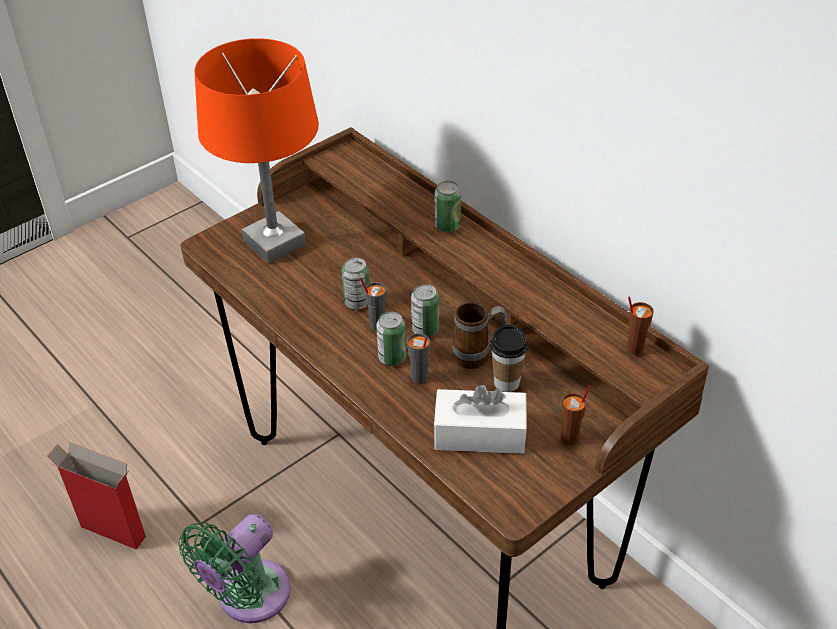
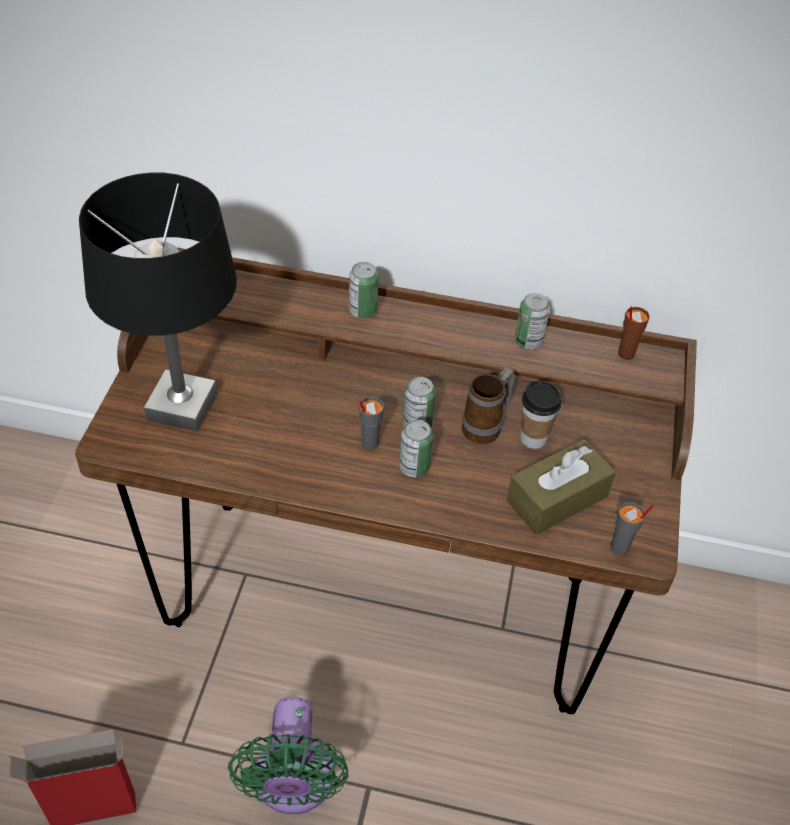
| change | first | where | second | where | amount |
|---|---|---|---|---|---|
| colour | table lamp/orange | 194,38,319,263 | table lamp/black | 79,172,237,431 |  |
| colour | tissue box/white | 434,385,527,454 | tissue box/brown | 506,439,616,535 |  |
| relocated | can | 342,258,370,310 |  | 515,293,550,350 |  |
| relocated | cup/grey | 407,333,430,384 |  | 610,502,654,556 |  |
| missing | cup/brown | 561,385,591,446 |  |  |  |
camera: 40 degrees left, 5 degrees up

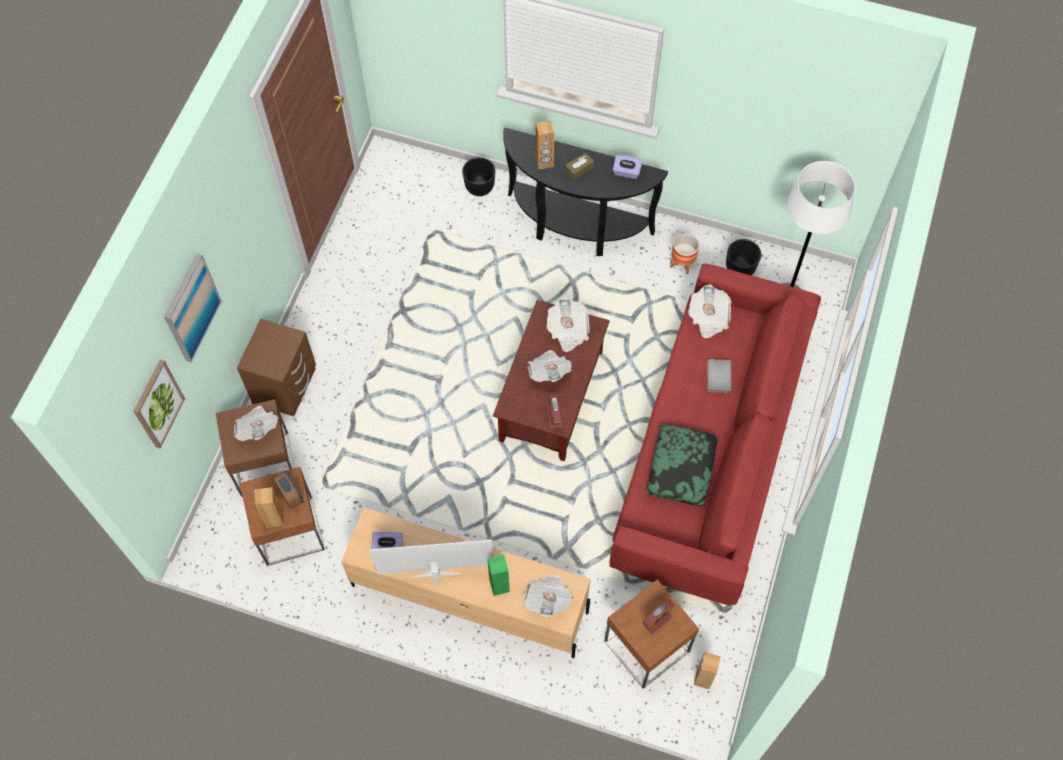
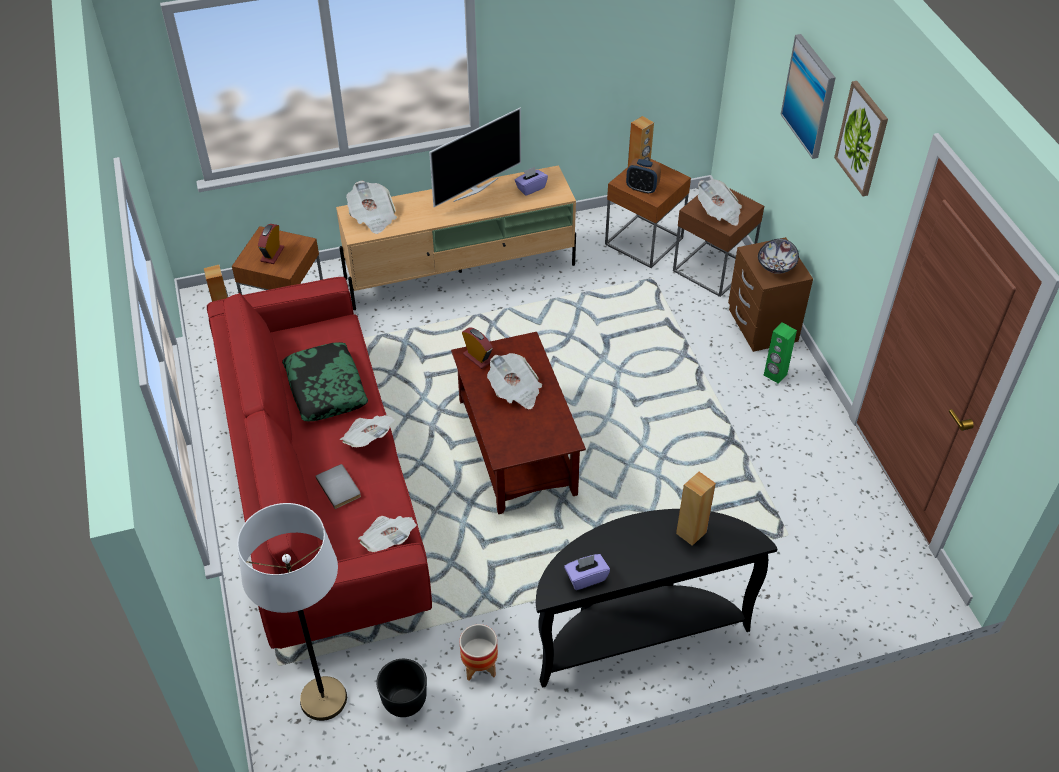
| change | first | where | second | where | amount |
|---|---|---|---|---|---|
| relocated | newspaper | 546,297,590,352 |  | 340,415,395,447 |  |
| appeared |  |  | bowl | 758,239,799,274 |  |
| relocated | speaker/green | 487,554,510,596 |  | 764,322,797,384 |  |
| relocated | picture | 133,359,185,448 |  | 834,81,888,197 |  |
| missing | planter/black | 462,157,495,196 |  |  |  |
| missing | tissue box/brown | 565,152,594,180 |  |  |  |
camera: 145 degrees right, 15 degrees down

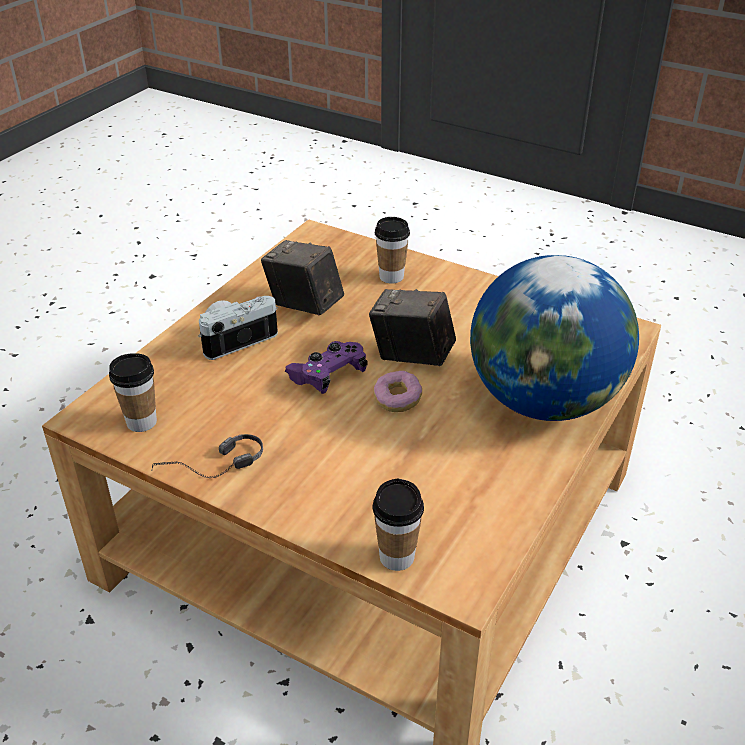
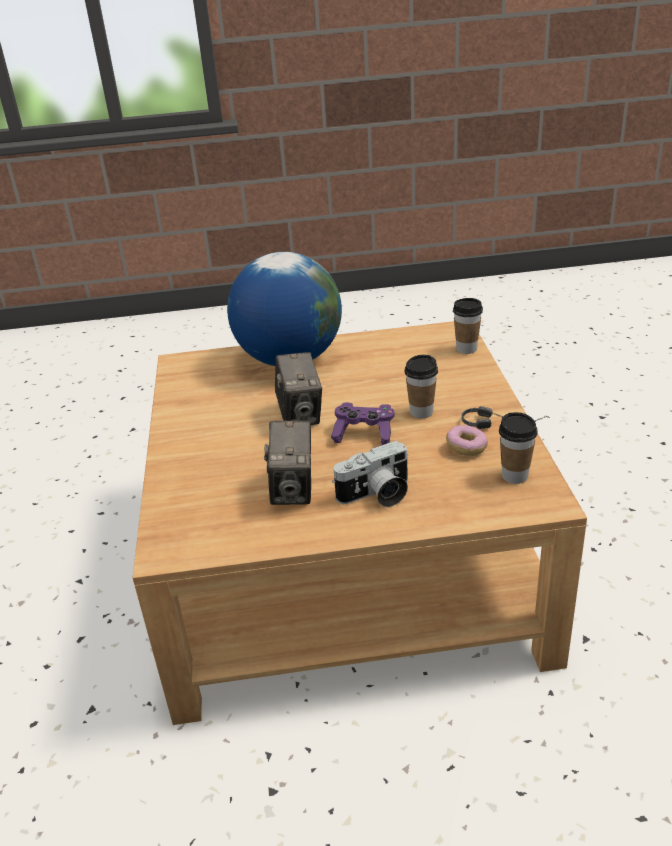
| change | first | where | second | where | amount |
|---|---|---|---|---|---|
| spun | photo camera | 198,296,278,360 |  | 332,441,408,507 | 45 degrees counterclockwise |
| relocated | cup | 375,217,410,284 |  | 404,355,438,419 |  |
| relocated | donut | 374,371,422,412 |  | 446,425,488,456 |  |
camera: 125 degrees left, 5 degrees down

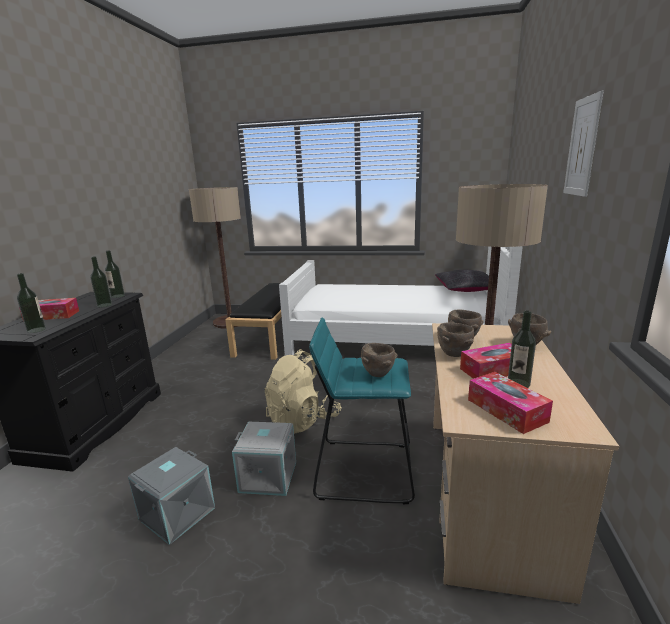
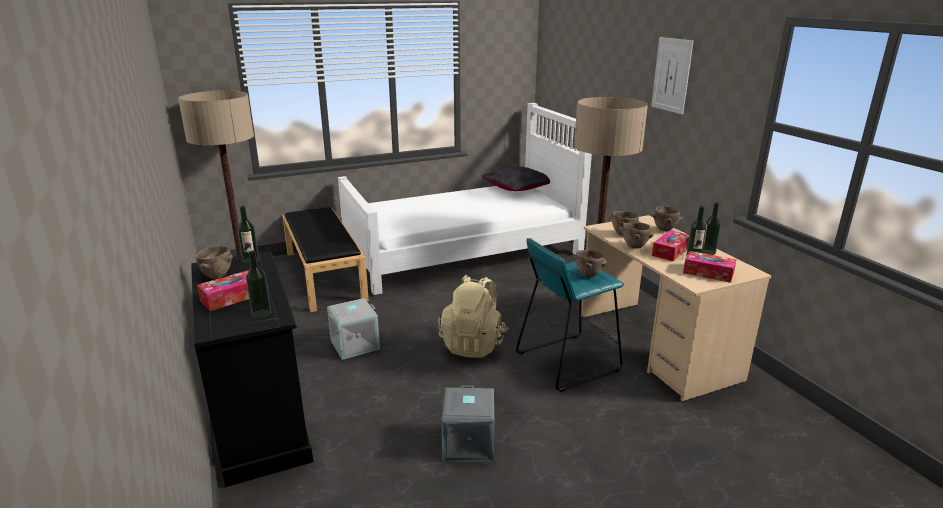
| change | first | where | second | where | amount |
|---|---|---|---|---|---|
| appeared |  |  | bowl/brown | 196,246,233,279 |  |
| relocated | storage box/grey | 232,422,296,496 |  | 327,298,380,360 |  |
| relocated | bottle | 90,256,112,307 |  | 702,203,721,255 |  |
camera: 35 degrees left, 5 degrees up

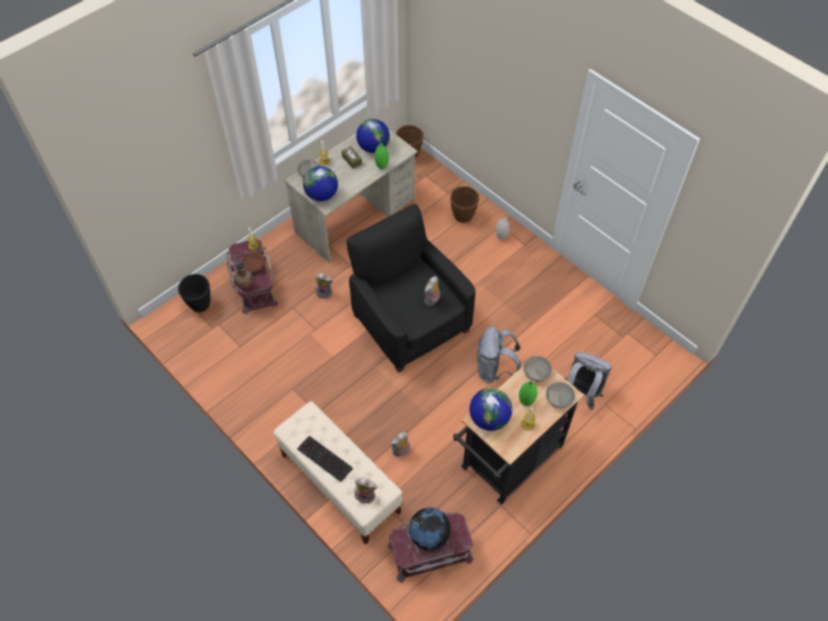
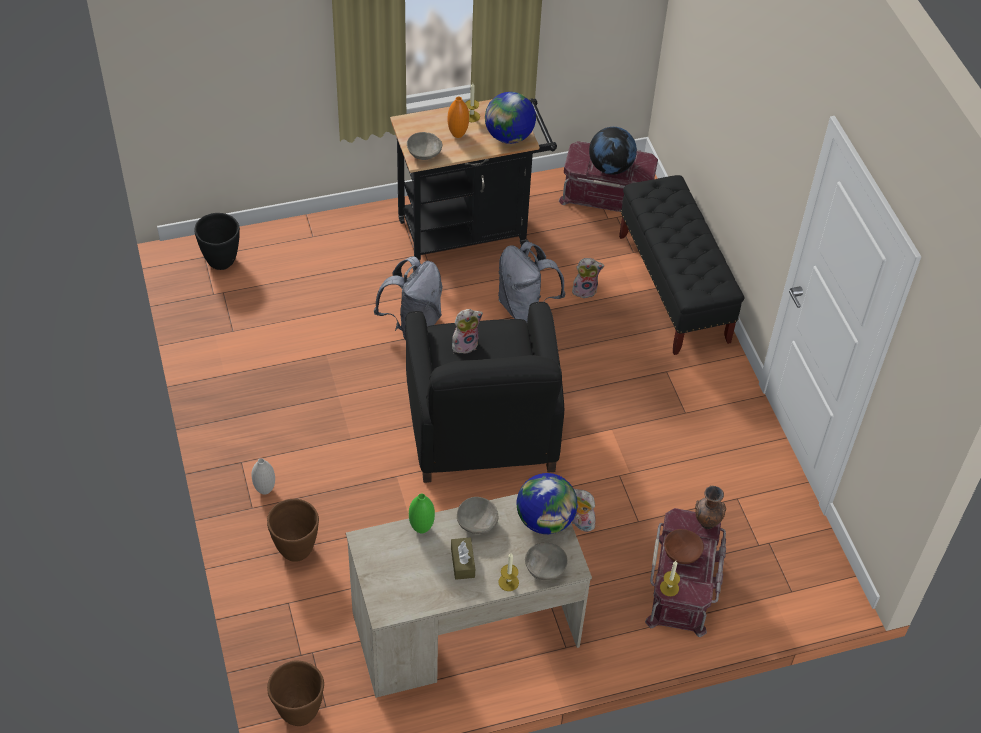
| change | first | where | second | where | amount |
|---|---|---|---|---|---|
| relocated | planter/black | 178,274,210,312 |  | 195,213,240,270 |  |
| colour | vase/green | 519,381,537,406 | vase/orange | 448,97,469,138 |  |
| relocated | bowl/grey | 546,382,575,408 |  | 457,497,499,534 |  |
| relocated | backpack/grey | 565,352,612,410 |  | 498,242,566,322 |  |
| colour | bench/beige | 273,401,402,545 | bench/black | 619,175,744,355 |  |
| missing | keyboard | 297,436,353,482 |  |  |  |
| missing | plush toy | 354,477,378,504 |  |  |  |
| missing | globe | 356,119,390,153 |  |  |  |
camera: 155 degrees left, 5 degrees down

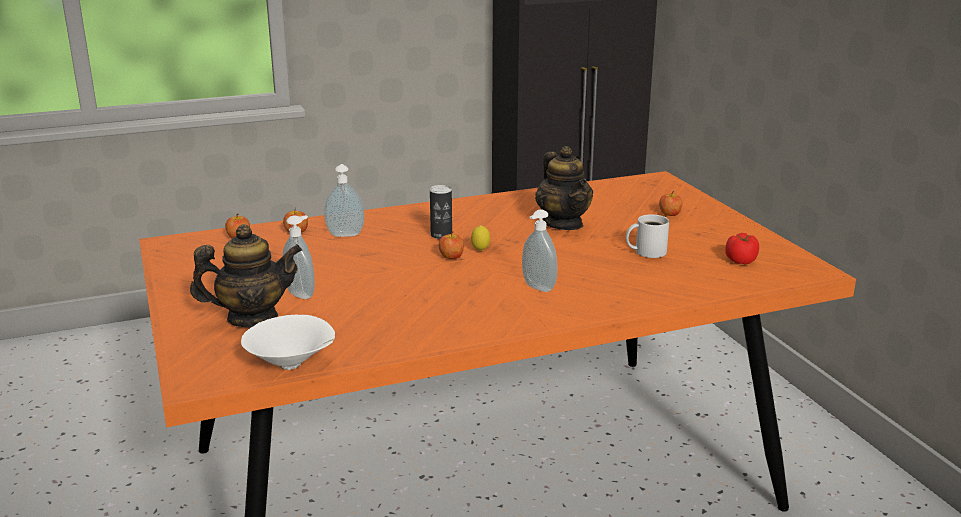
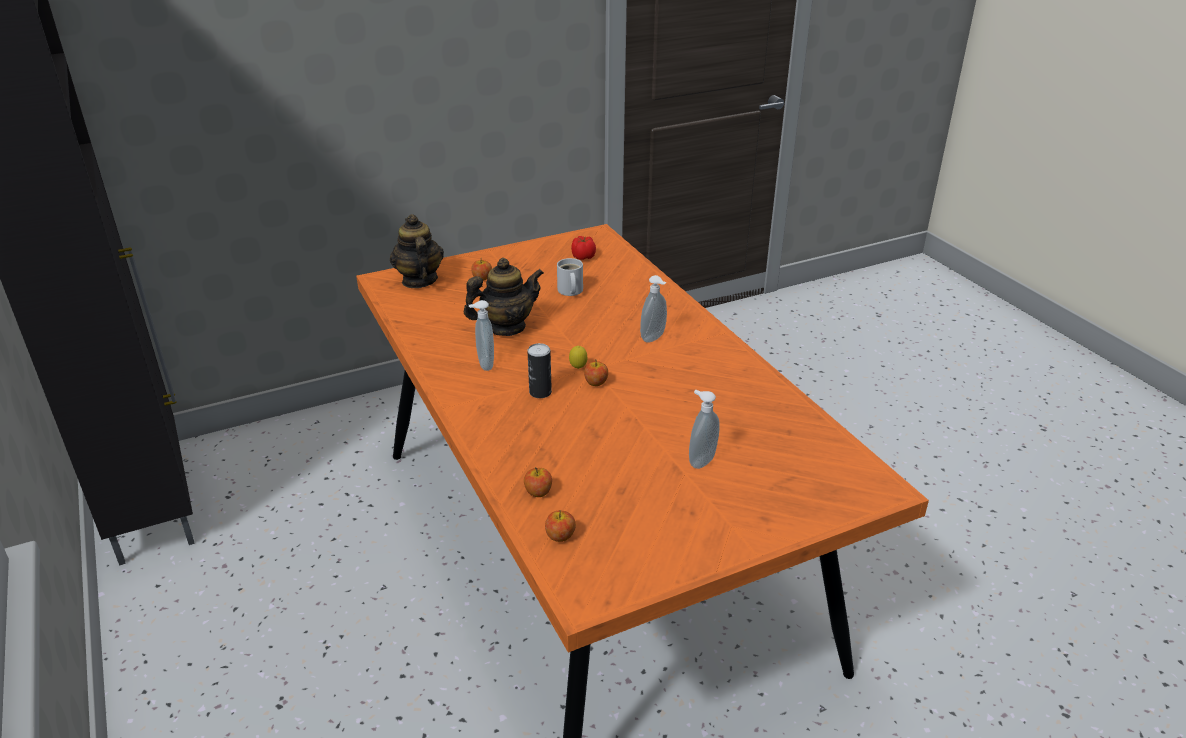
| change | first | where | second | where | amount |
|---|---|---|---|---|---|
| relocated | teapot | 190,224,302,327 |  | 390,214,444,288 |  |
| relocated | soap dispenser | 324,164,365,237 |  | 469,300,494,371 |  |
| missing | bowl/white | 241,315,335,370 |  |  |  |
camera: 95 degrees left, 10 degrees up

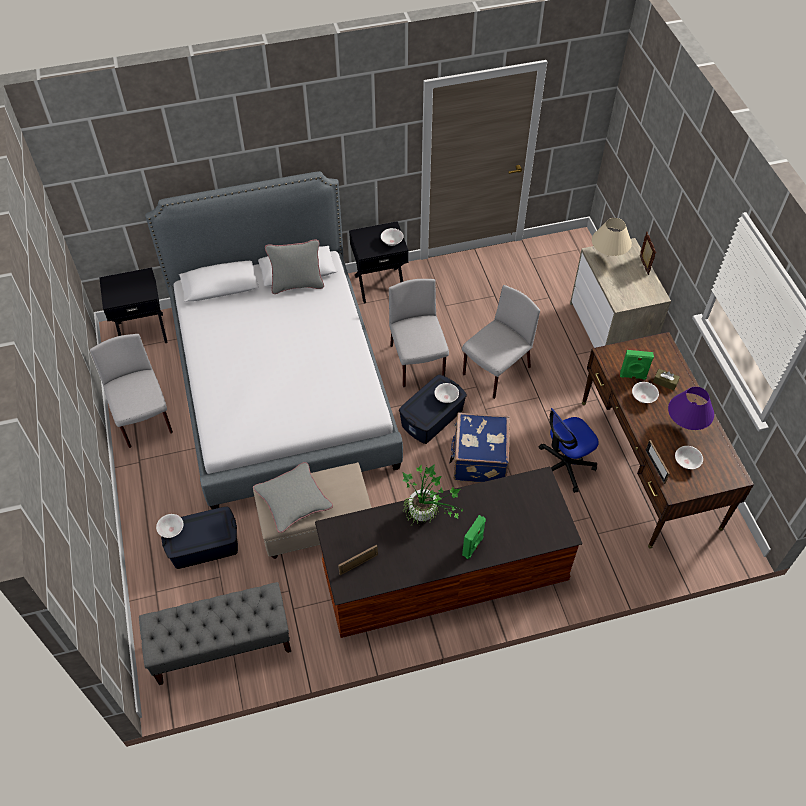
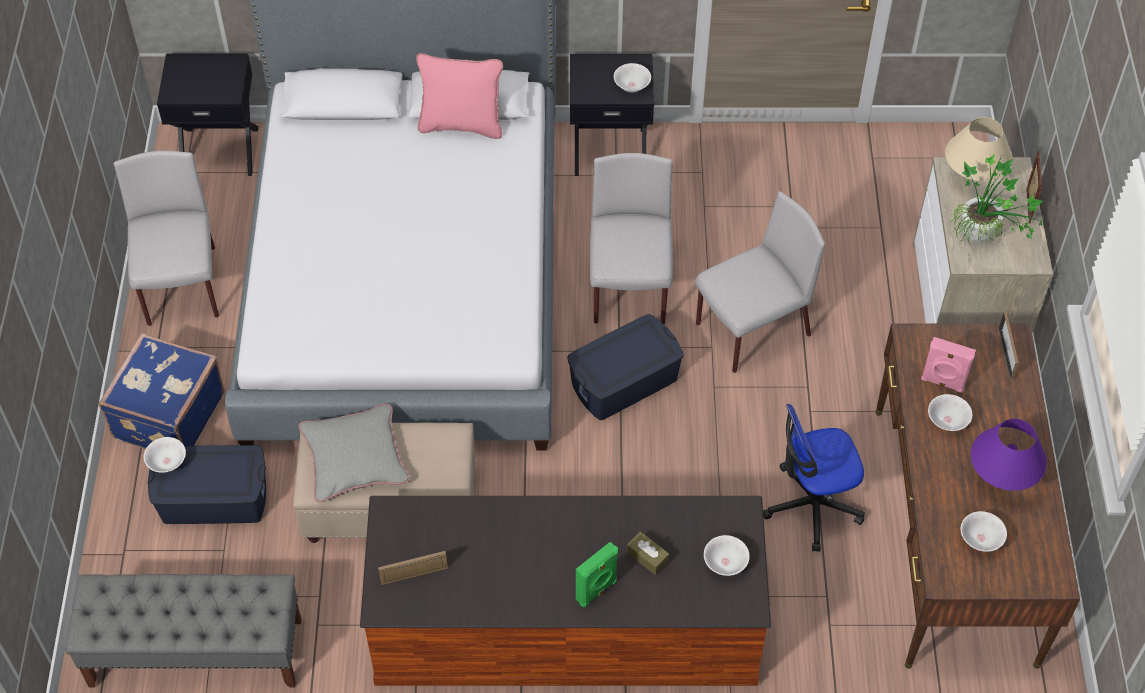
| change | first | where | second | where | amount |
|---|---|---|---|---|---|
| relocated | suitcase/blue | 449,413,510,483 |  | 99,333,225,449 |  |
| colour | pillow/grey | 265,239,324,294 | pillow/pink | 416,53,503,139 |  |
| relocated | tissue box/brown | 653,369,680,390 |  | 627,531,669,575 |  |
| relocated | bowl/white | 435,383,459,403 |  | 704,535,750,576 |  |
| colour | speaker/green | 620,350,654,380 | speaker/pink | 921,337,976,393 |  |
| relocated | potted plant | 402,464,463,525 |  | 950,152,1043,246 |  |
| relocated | picture frame | 645,440,670,484 |  | 998,311,1019,380 |  |
camera: 15 degrees right, 0 degrees up

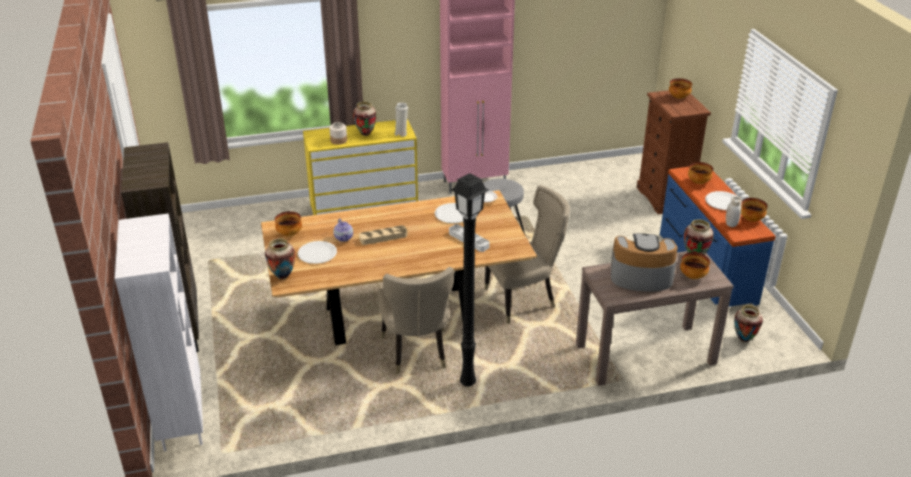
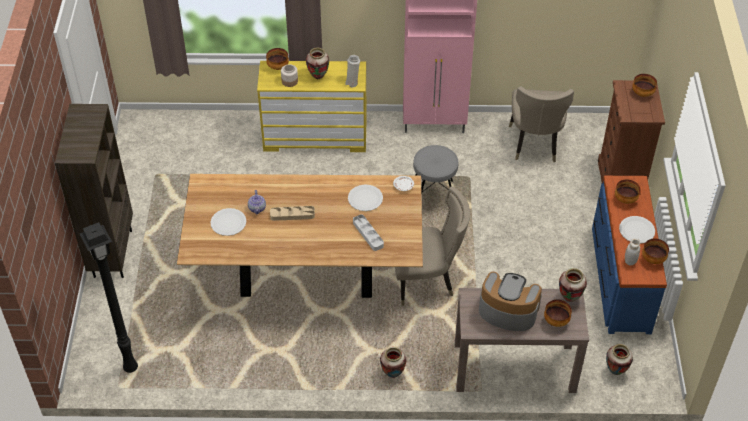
| change | first | where | second | where | amount |
|---|---|---|---|---|---|
| relocated | floor lamp/black | 450,173,489,387 |  | 80,222,138,373 |  |
| relocated | bowl | 275,211,302,236 |  | 266,48,289,70 |  |
| relocated | vase | 265,238,295,280 |  | 380,347,406,378 |  |
| relocated | chair/beige | 378,267,454,374 |  | 509,86,574,162 |  |
| missing | bookcase/white | 115,214,203,451 |  |  |  |
camera: 15 degrees right, 15 degrees up

